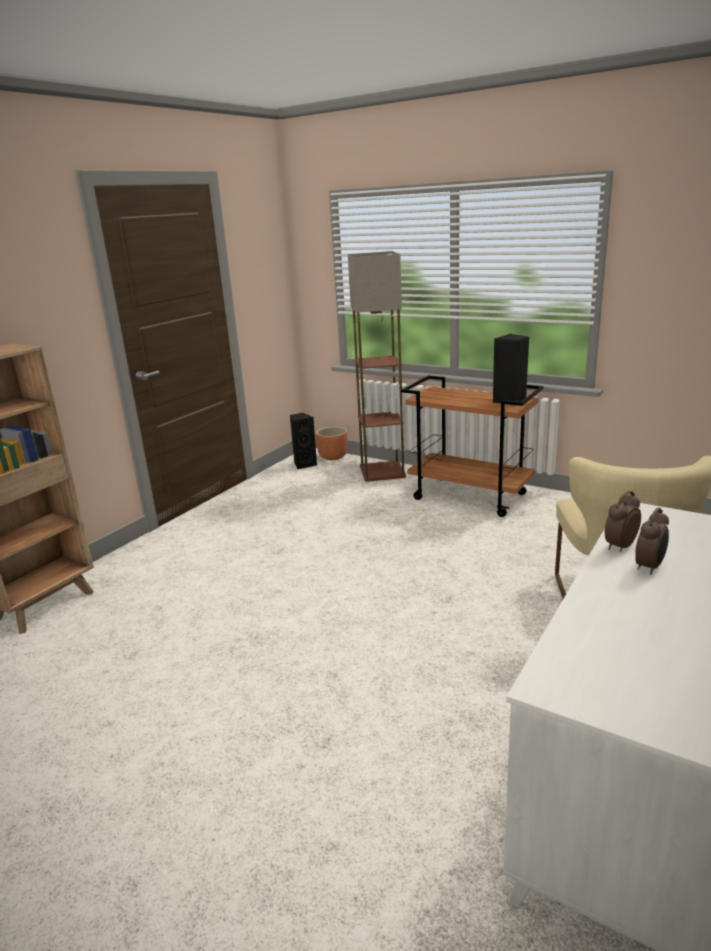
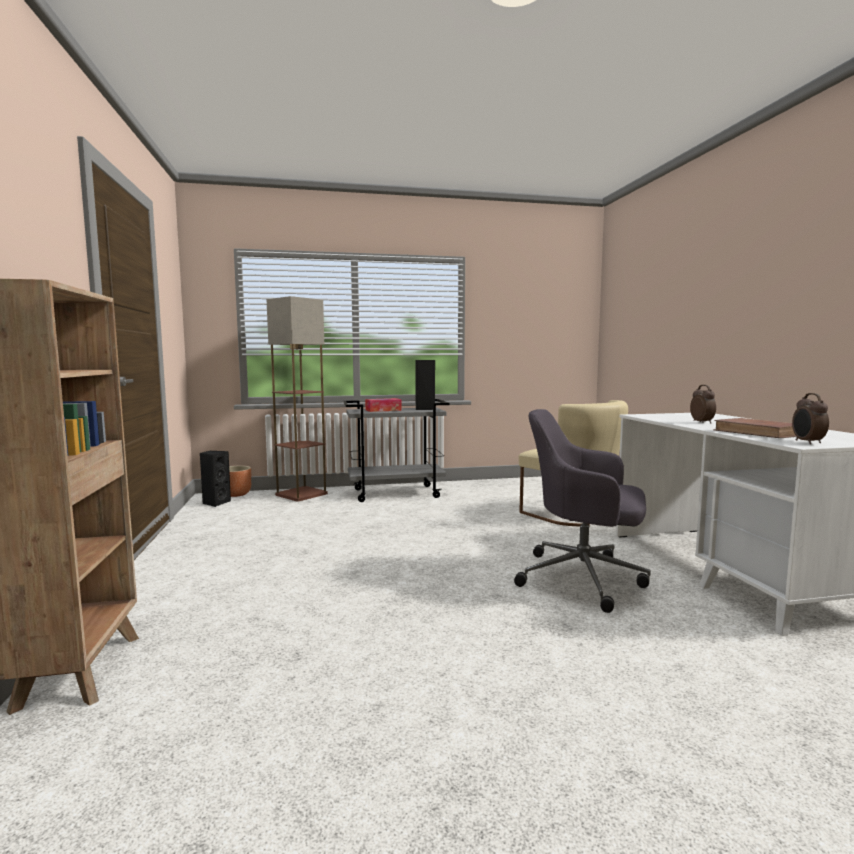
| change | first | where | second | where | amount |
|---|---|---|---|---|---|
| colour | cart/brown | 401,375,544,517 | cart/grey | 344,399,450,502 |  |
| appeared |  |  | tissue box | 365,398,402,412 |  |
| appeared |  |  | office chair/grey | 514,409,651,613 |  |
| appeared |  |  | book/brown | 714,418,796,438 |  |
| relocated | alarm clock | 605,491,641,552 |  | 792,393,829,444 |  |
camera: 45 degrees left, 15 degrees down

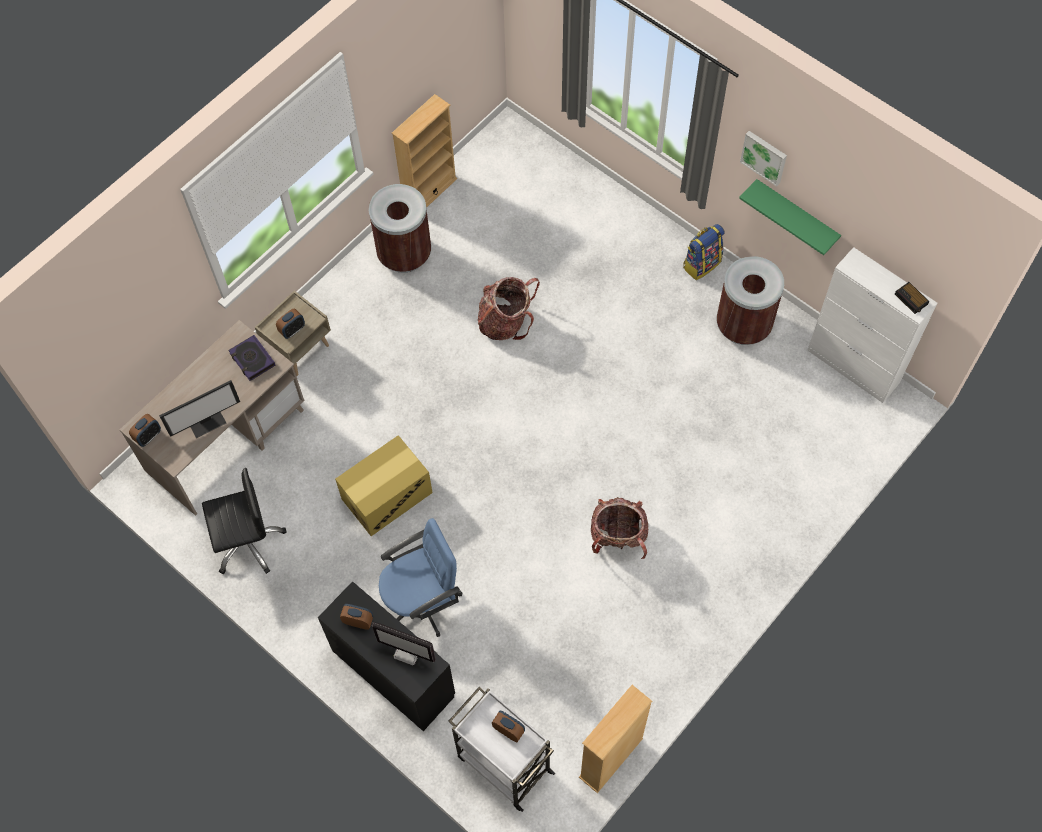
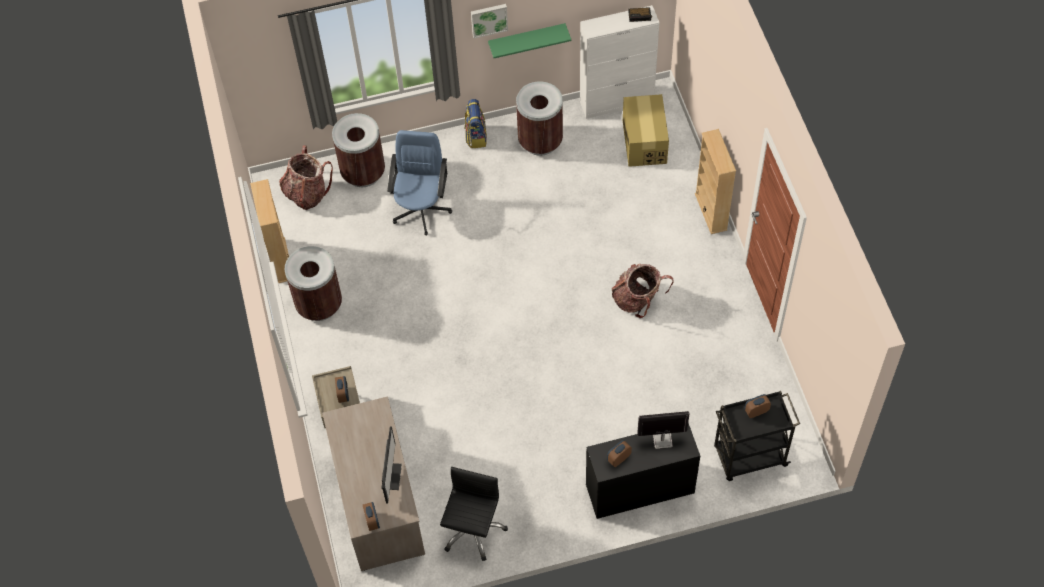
| change | first | where | second | where | amount |
|---|---|---|---|---|---|
| relocated | backpack | 478,277,540,340 |  | 279,145,333,210 |  |
| appeared |  |  | trash can/brown | 332,113,385,187 |  |
| relocated | office chair/blue | 379,518,462,637 |  | 387,130,452,235 |  |
| relocated | cardboard box | 335,435,433,536 |  | 623,94,669,167 |  |
| spun | monitor | 372,622,436,665 |  | 637,411,689,449 | 150 degrees counterclockwise |
| relocated | bookcase/beige | 579,685,652,793 |  | 695,129,736,234 |  |
| colour | cart/white | 449,687,555,812 | cart/black | 714,391,800,481 |  |
| missing | book | 228,335,276,381 |  |  |  |
camera: 55 degrees left, 5 degrees down

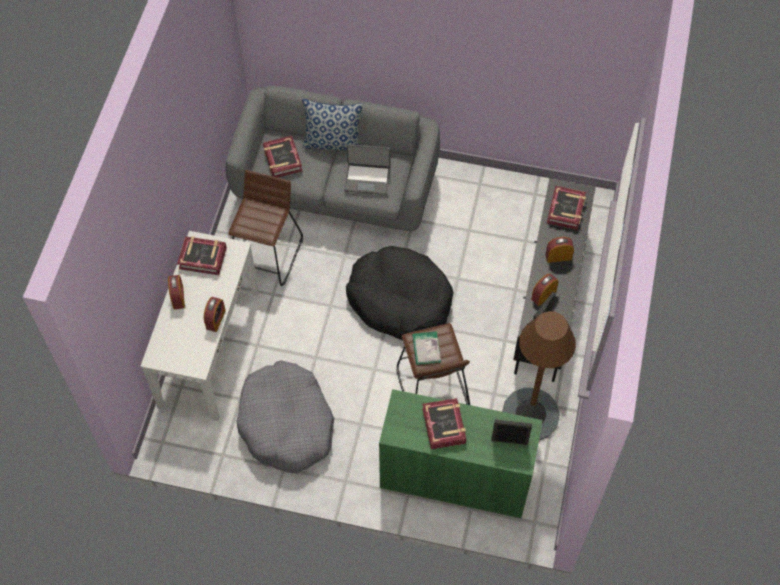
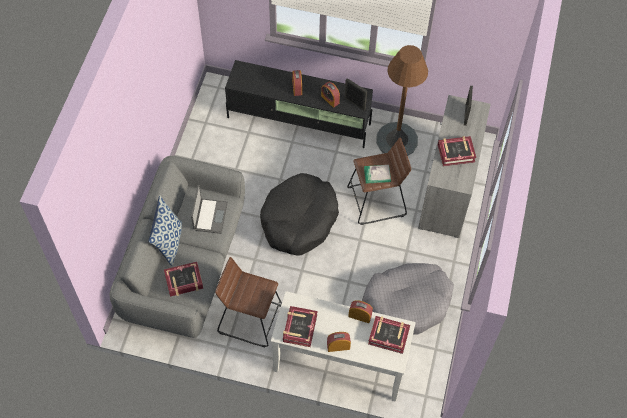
| change | first | where | second | where | amount |
|---|---|---|---|---|---|
| relocated | book | 547,186,586,230 |  | 368,316,410,354 |  |
| colour | cabinet/green | 379,389,543,518 | cabinet/grey | 418,95,491,238 |  |
camera: 90 degrees left, 0 degrees up

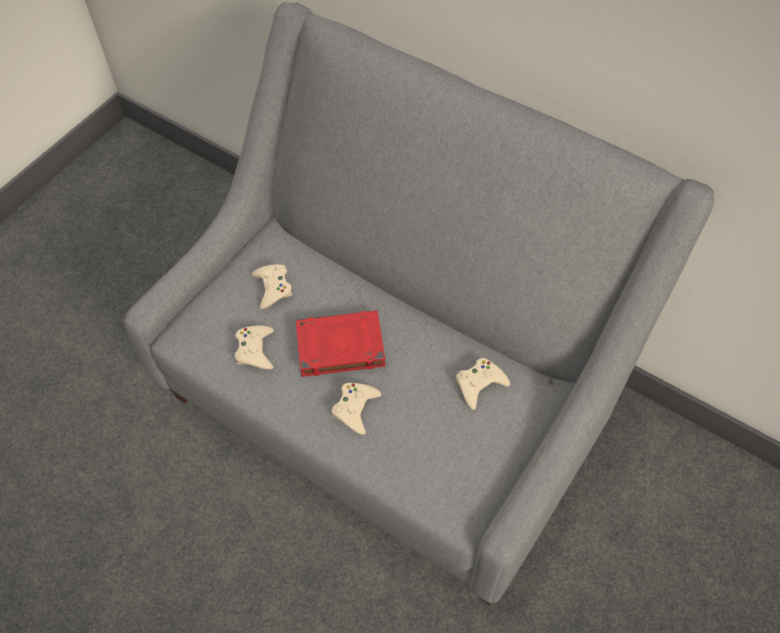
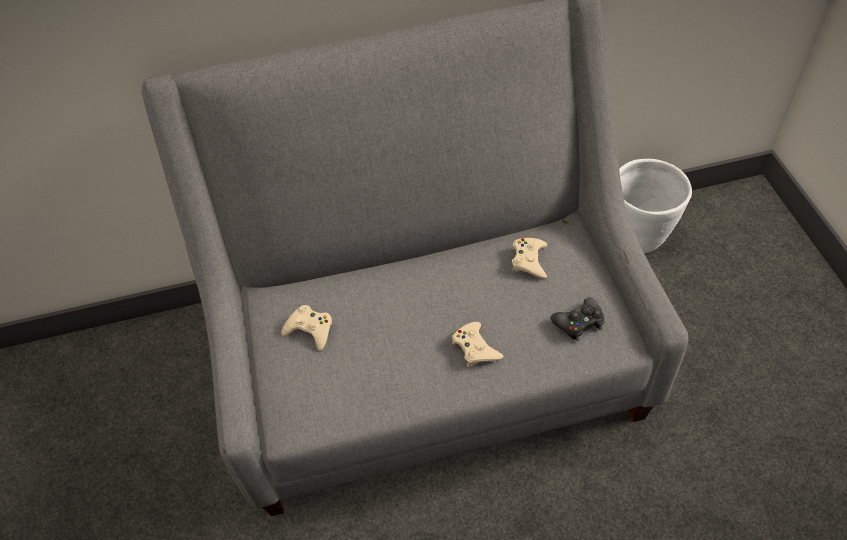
| change | first | where | second | where | amount |
|---|---|---|---|---|---|
| appeared |  |  | game controller/black | 550,297,604,341 |  |
| appeared |  |  | planter/white | 619,159,692,253 |  |
| missing | game controller/beige | 235,325,274,369 |  |  |  |
| missing | book/red | 296,310,385,377 |  |  |  |
camera: 45 degrees left, 5 degrees down

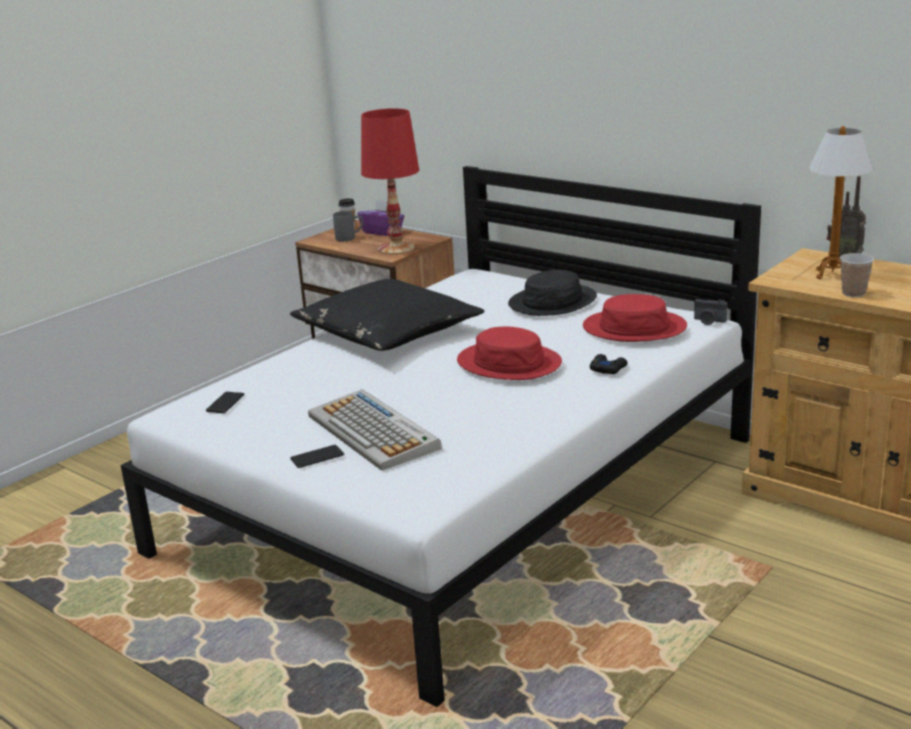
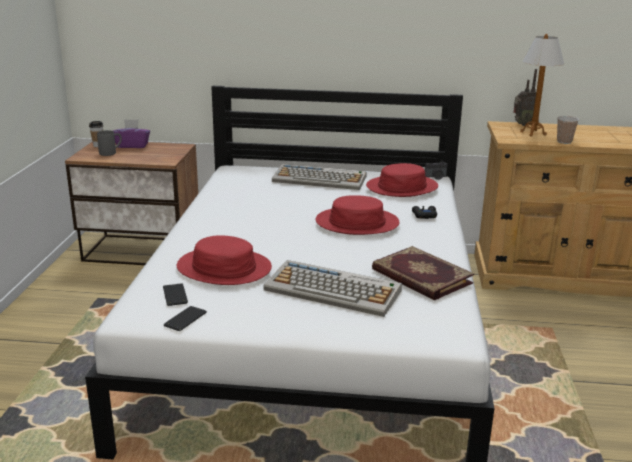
| change | first | where | second | where | amount |
|---|---|---|---|---|---|
| relocated | phone | 290,445,345,468 |  | 164,306,207,331 |  |
| appeared |  |  | hat/red | 177,236,272,285 |  |
| exchanged | hat/black | 508,270,597,316 | keyboard | 272,164,367,190 |  |
| appeared |  |  | book | 372,246,474,300 |  |
| missing | pillow/black | 290,279,485,351 |  |  |  |
| missing | table lamp/red | 361,108,419,255 |  |  |  |
camera: 35 degrees left, 0 degrees up

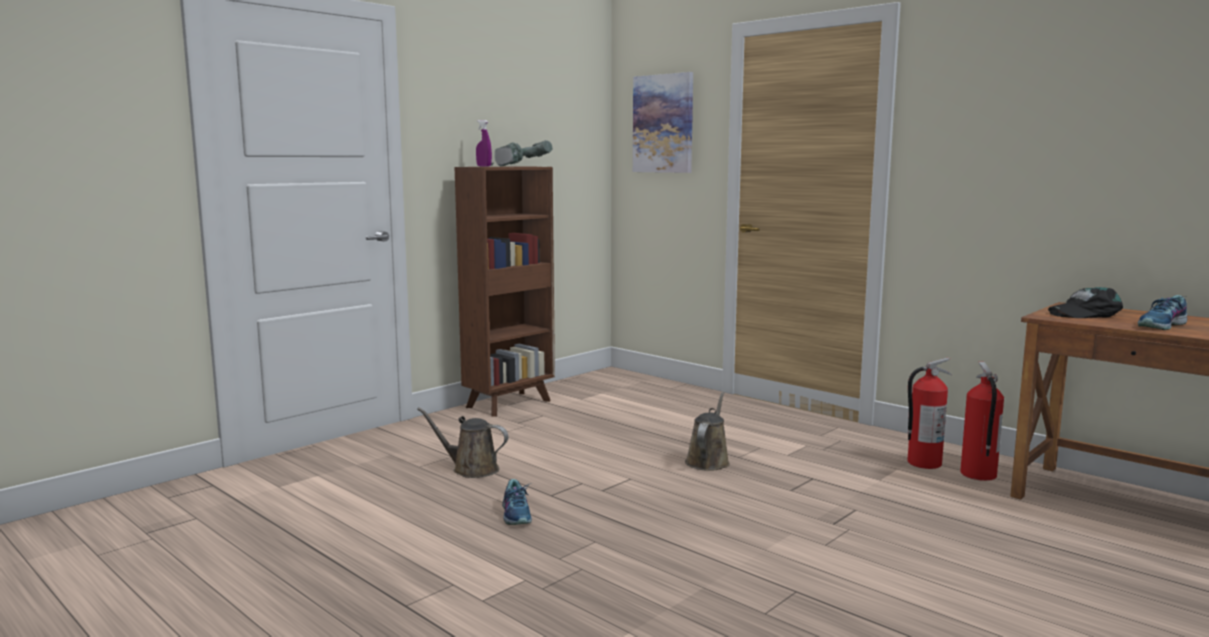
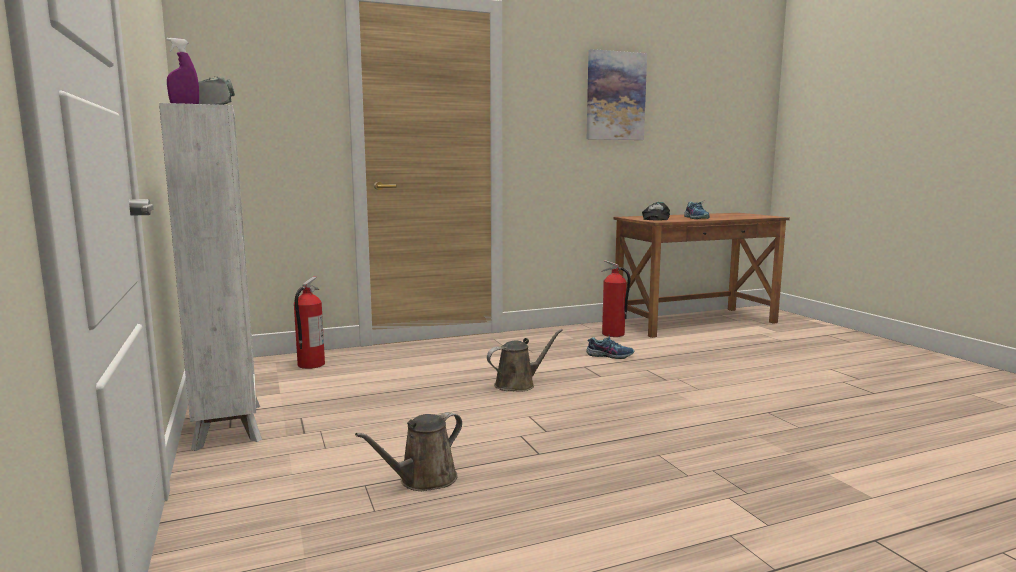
| change | first | where | second | where | amount |
|---|---|---|---|---|---|
| colour | bookcase/brown | 455,166,555,417 | bookcase/white | 159,103,262,451 |  |
| relocated | fire extinguisher | 907,358,952,469 |  | 294,277,325,369 |  |
| spun | watering can/brown | 685,392,730,471 |  | 487,329,563,392 | 105 degrees clockwise |
| relocated | shoe | 502,479,532,525 |  | 586,336,634,359 |  |
| relocated | picture | 633,72,693,173 |  | 587,49,647,140 |  |
camera: 65 degrees left, 0 degrees up

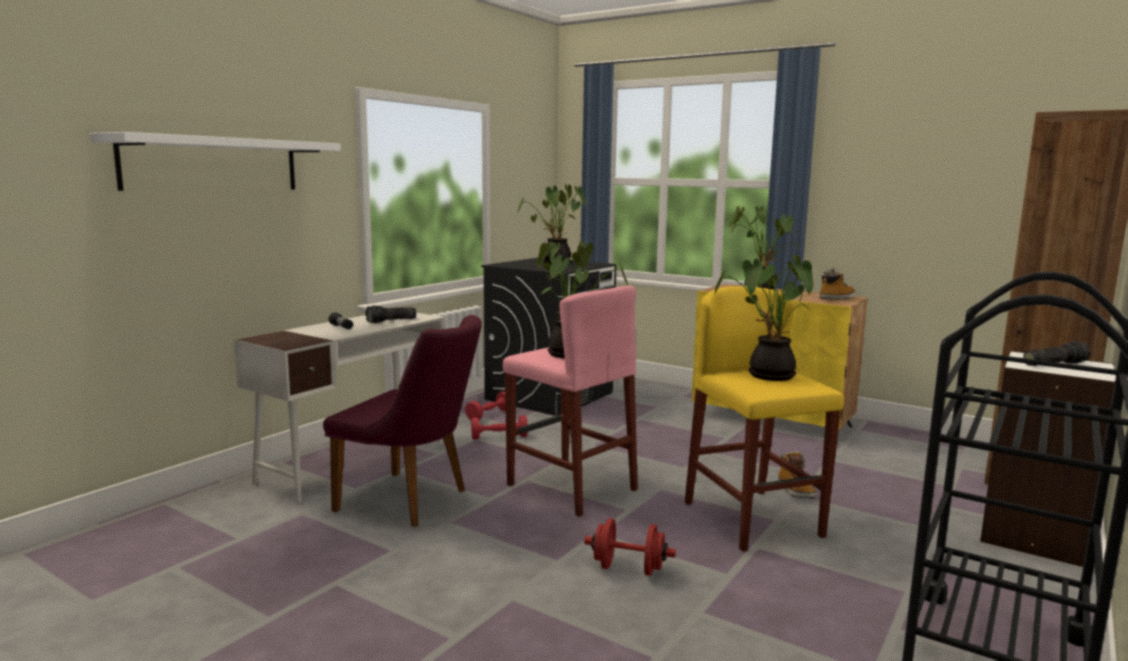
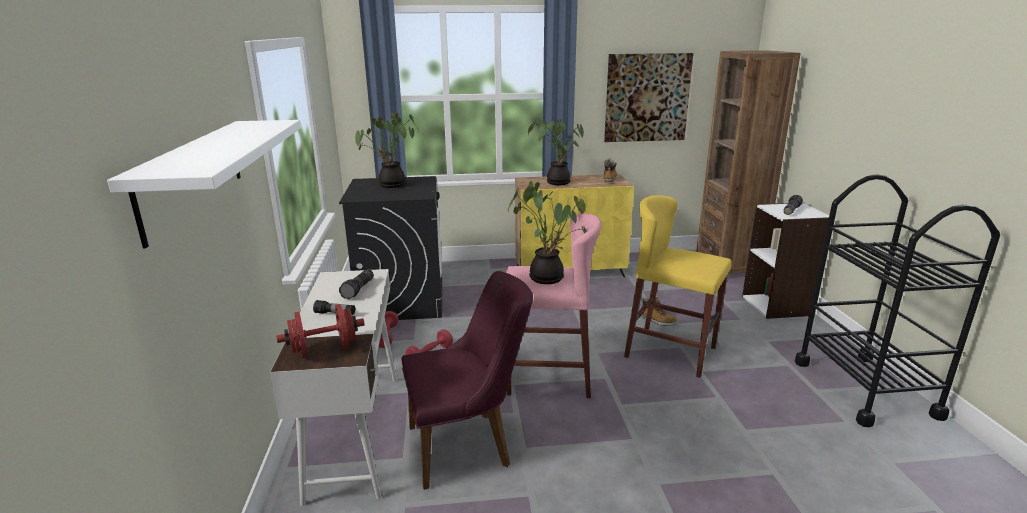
| change | first | where | second | where | amount |
|---|---|---|---|---|---|
| relocated | dumbbell/red | 584,518,676,576 |  | 276,304,365,358 |  |
| appeared |  |  | picture | 604,53,693,142 |  |
| missing | potted plant | 714,254,814,381 |  |  |  |
camera: 40 degrees left, 10 degrees up

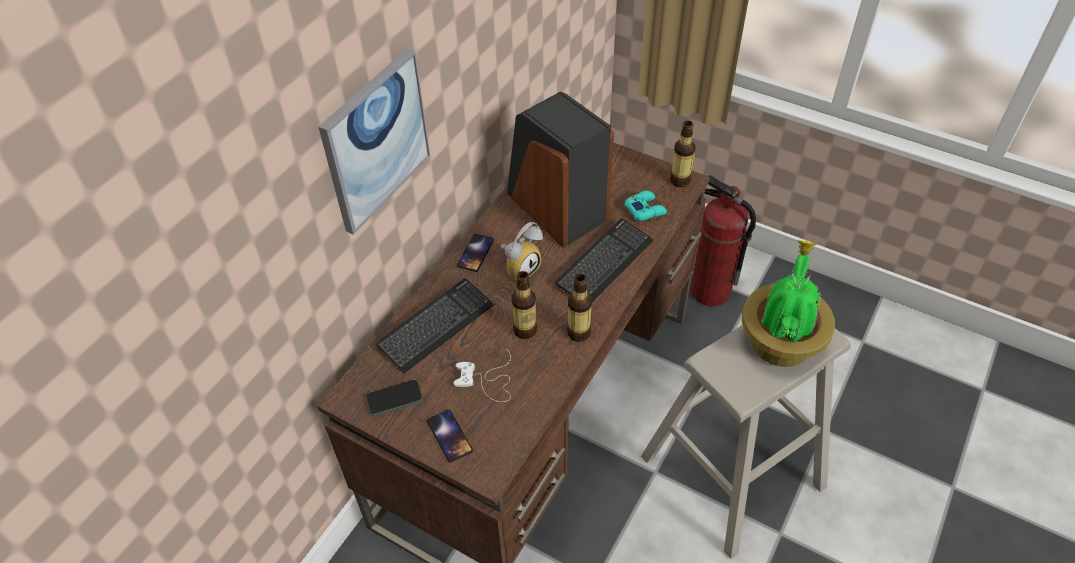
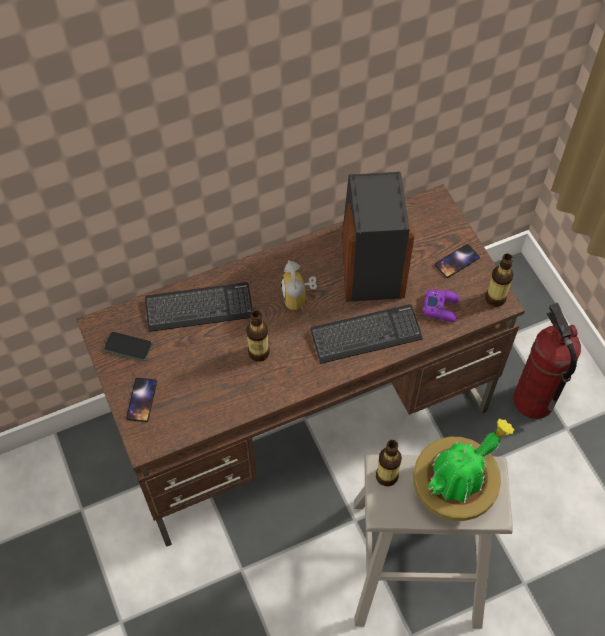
| change | first | where | second | where | amount |
|---|---|---|---|---|---|
| spun | alarm clock | 501,222,543,280 |  | 281,260,317,310 | 90 degrees clockwise |
| relocated | bottle | 567,274,592,342 |  | 376,440,402,486 |  |
| colour | game controller/turquoise | 624,190,667,221 | game controller/purple | 423,289,459,322 |  |
| relocated | phone | 457,234,494,272 |  | 434,244,480,278 |  |
| missing | picture | 318,48,430,235 |  |  |  |
| missing | game controller/white | 454,349,511,402 |  |  |  |
camera: 35 degrees right, 10 degrees up

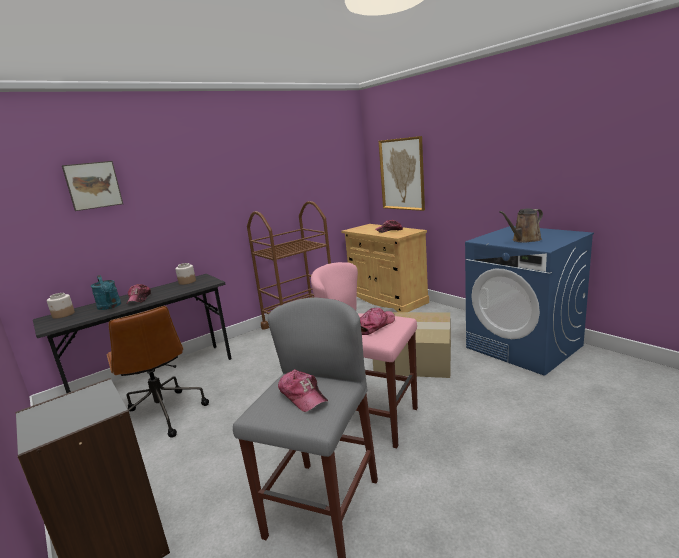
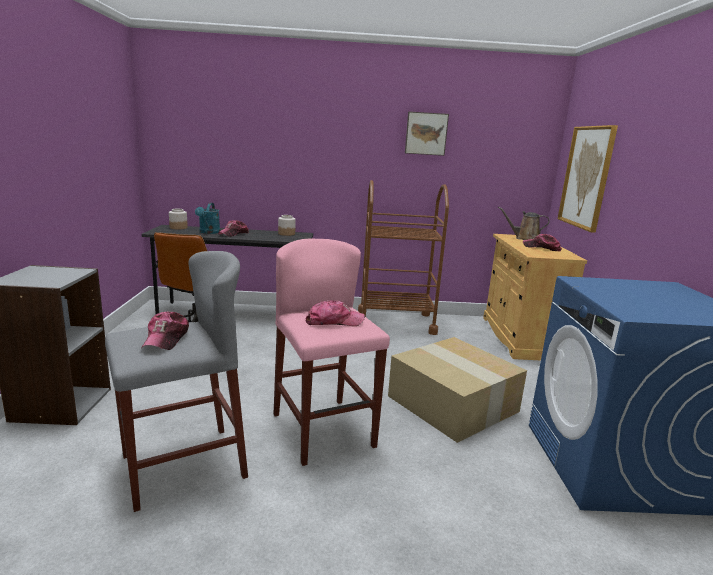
| change | first | where | second | where | amount |
|---|---|---|---|---|---|
| relocated | picture | 62,161,123,211 |  | 405,111,449,156 |  |
| relocated | watering can/brown | 499,209,543,243 |  | 498,207,550,240 |  |
camera: 35 degrees right, 0 degrees up

